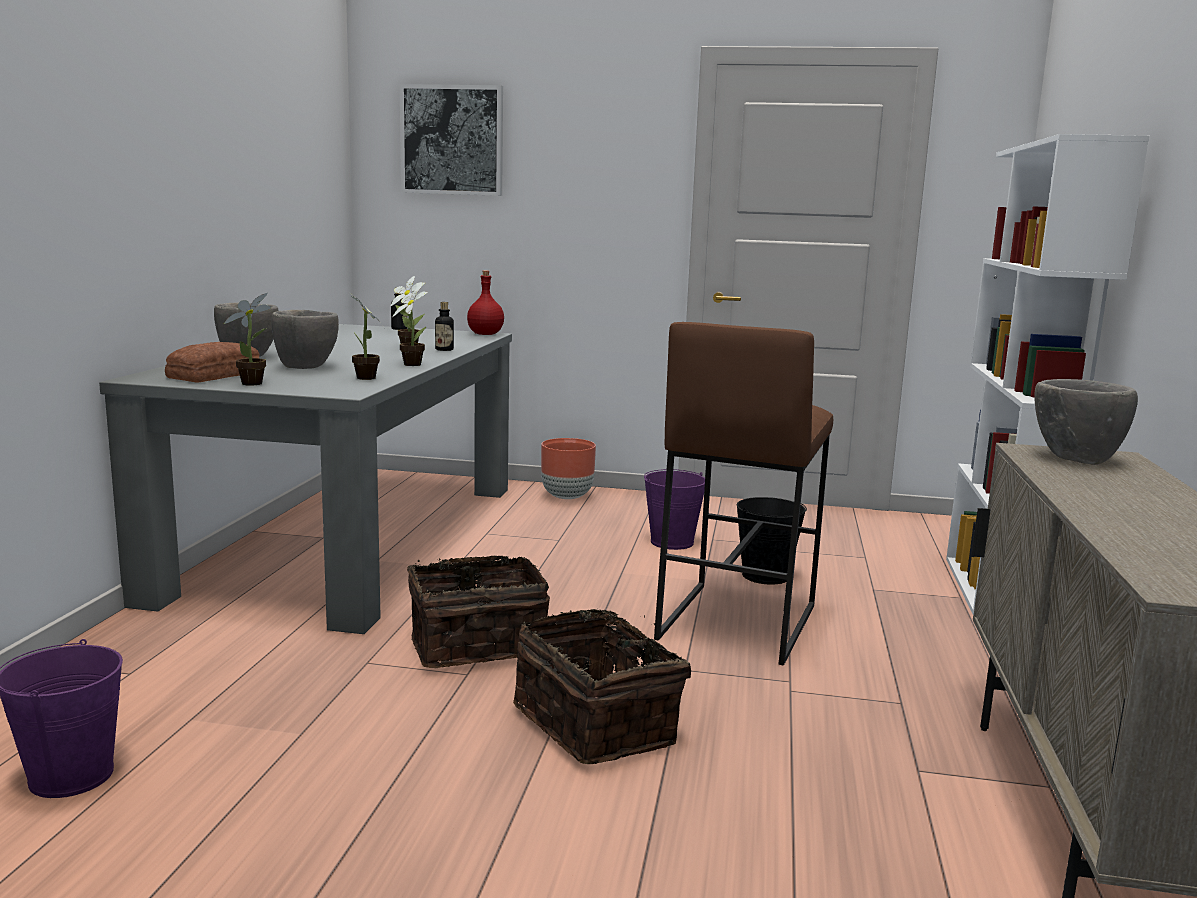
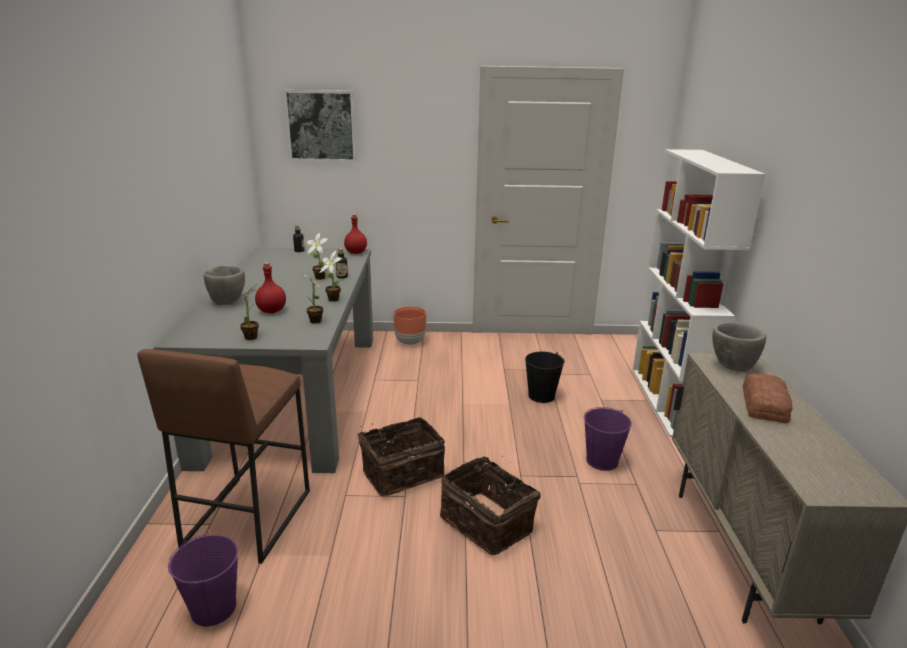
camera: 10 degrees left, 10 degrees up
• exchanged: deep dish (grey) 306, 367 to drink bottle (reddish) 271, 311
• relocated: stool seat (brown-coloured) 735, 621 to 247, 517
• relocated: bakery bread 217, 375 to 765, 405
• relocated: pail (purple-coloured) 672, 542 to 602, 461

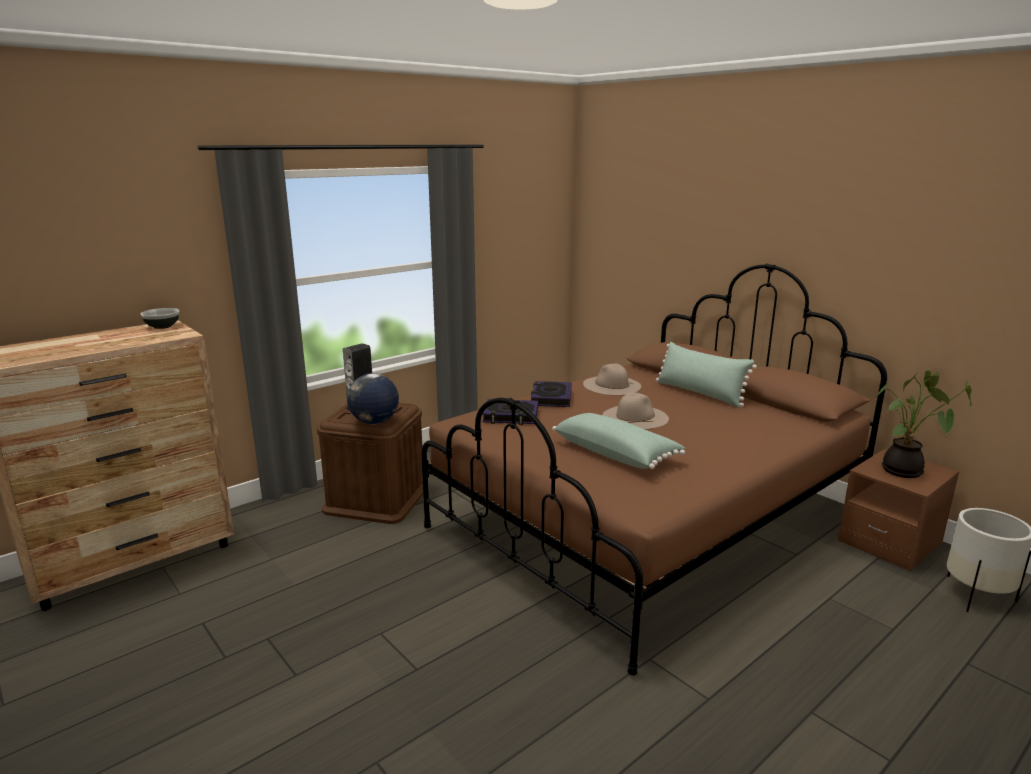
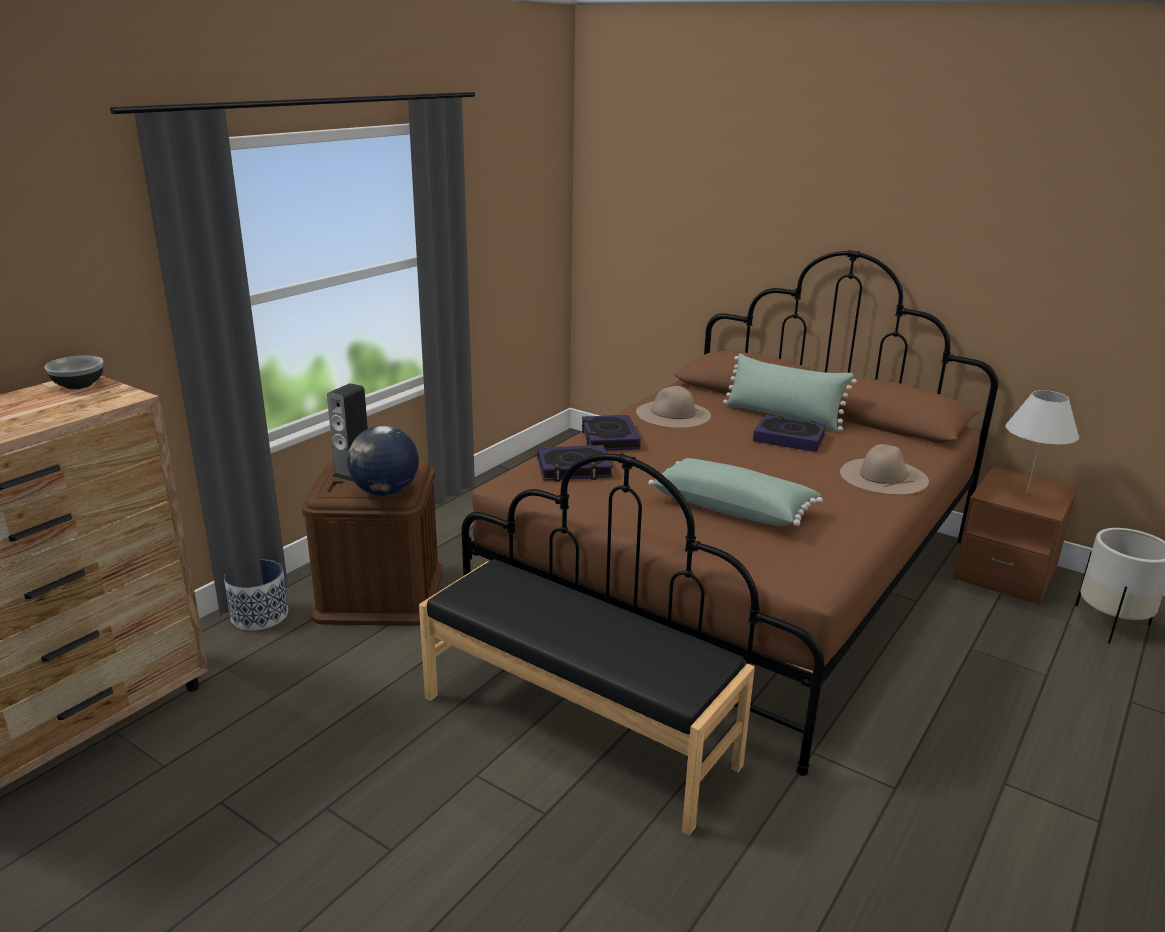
camera: 15 degrees left, 5 degrees up
• exchanged: potted plant 904, 472 to tabletop lamp (white) 1026, 494
• relocated: wearable hat (beige-coloured) 635, 417 to 883, 476
• appeared: volume 789, 438
• appeared: flower pot 259, 616
• appeared: indoor bench (blackish) 578, 729

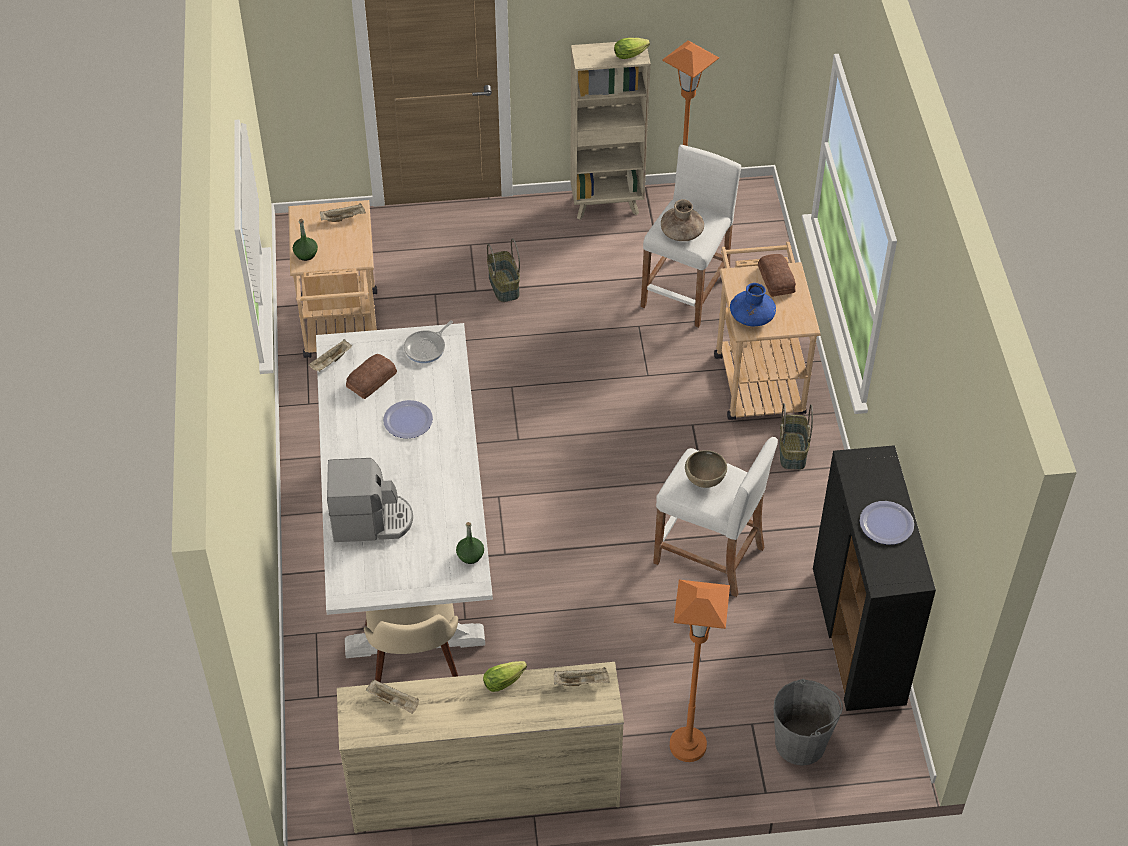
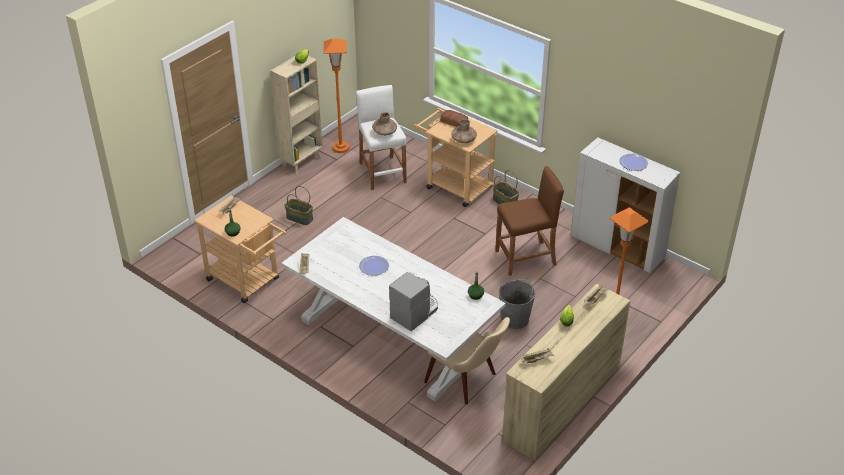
camera: 45 degrees left, 10 degrees down
• colour: vase (bluish) 751, 317 to vase (brown-coloured) 463, 140
• missing: pan 427, 348
• missing: bakery bread 370, 380
• colour: stool seat (white) 709, 555 to stool seat (brown-coloured) 525, 258
• colour: cabinet (blackish) 859, 637 to cabinet (white) 618, 247
• missing: deep dish (brown-coloured) 704, 481
• relocated: pail (grey) 801, 743 to 515, 319

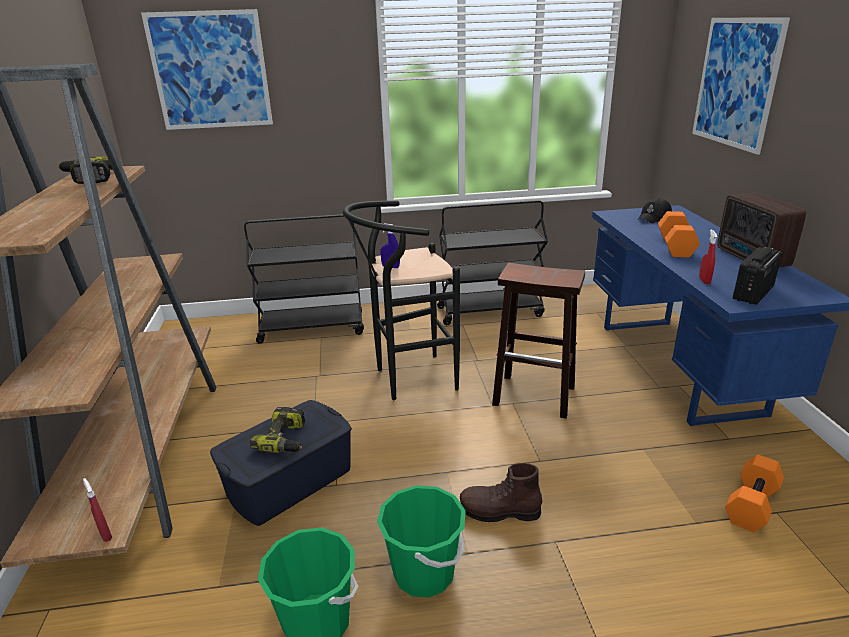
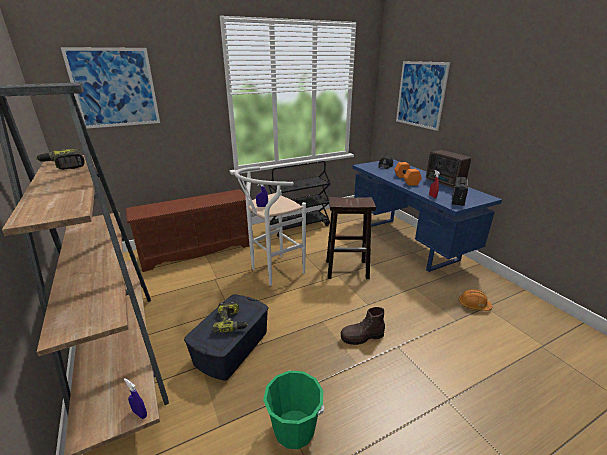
camera: 20 degrees left, 0 degrees up
• colour: stool seat (blackish) 408, 379 to stool seat (white) 273, 272
• exchanged: trolley (blackish) 312, 328 to shoe shelf (brown-coloured) 197, 250
• exchanged: free weight (orangey) 750, 503 to work helmet (orangey) 473, 305
• colour: spray bottle (reddish) 105, 534 to spray bottle (bluish) 140, 413
• missing: pail (green-coloured) 424, 573

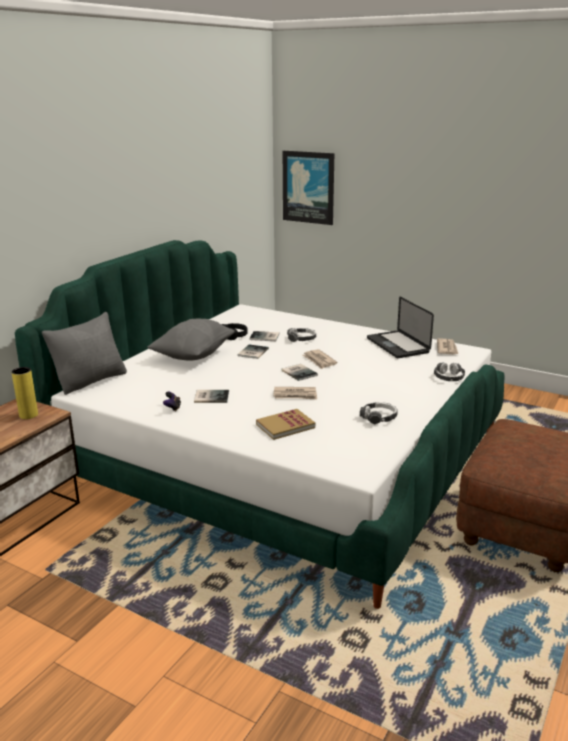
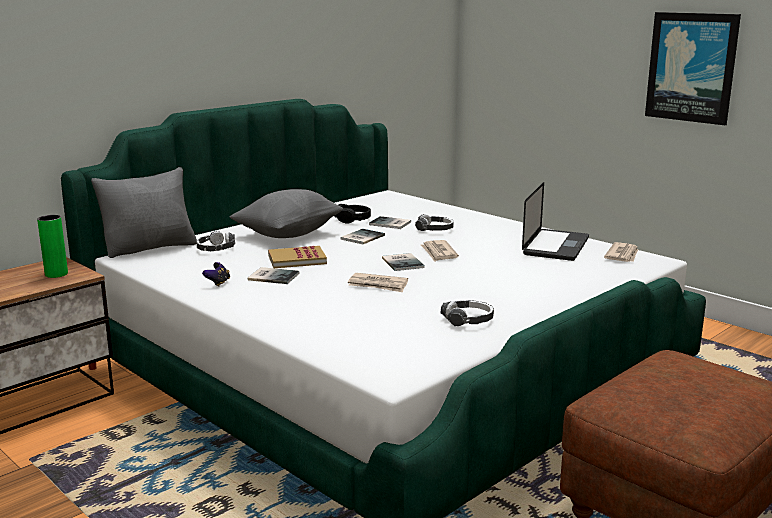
camera: 15 degrees right, 5 degrees down
• relocated: wall art 308, 187 to 691, 67
• spun: notebook computer 397, 345 = 556, 246 150 degrees counterclockwise
• relocated: headphones 449, 377 to 216, 249
• colour: vase (yellow) 28, 415 to vase (green-coloured) 56, 274
• relocated: volume 285, 426 to 297, 259

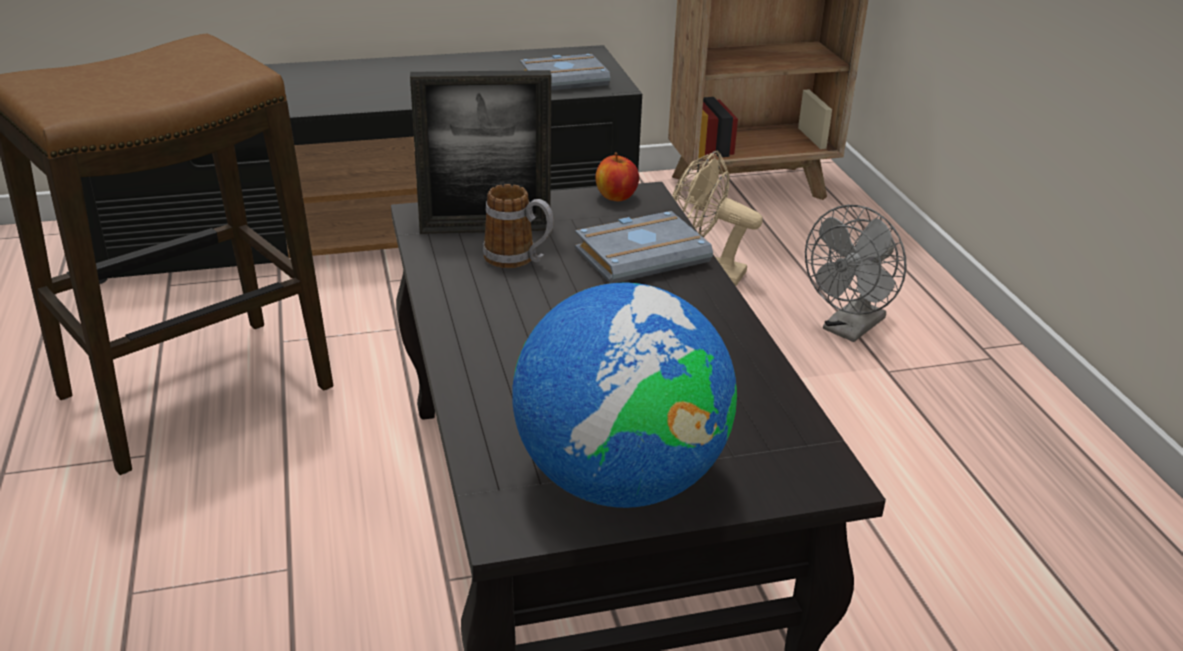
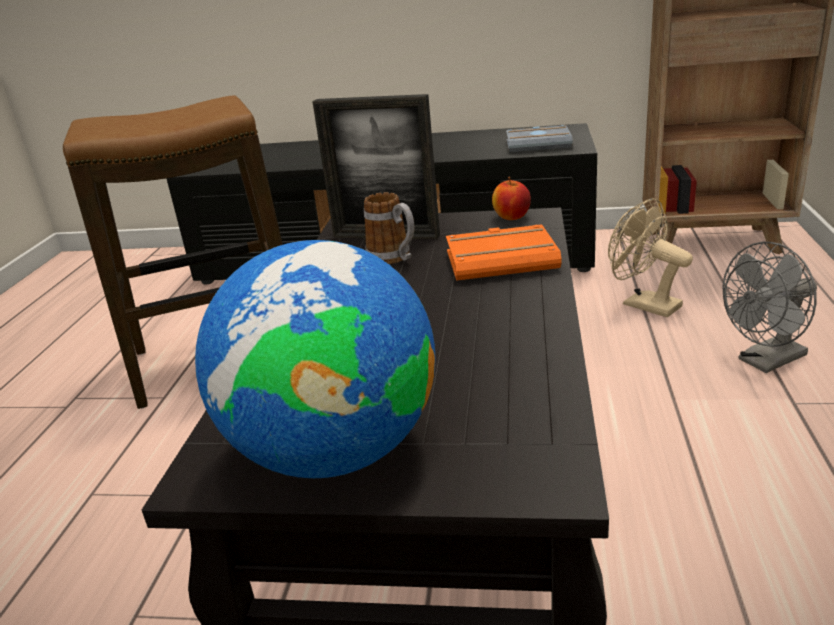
camera: 25 degrees right, 5 degrees down
• colour: volume (grey) 642, 254 to volume (orangey) 503, 260

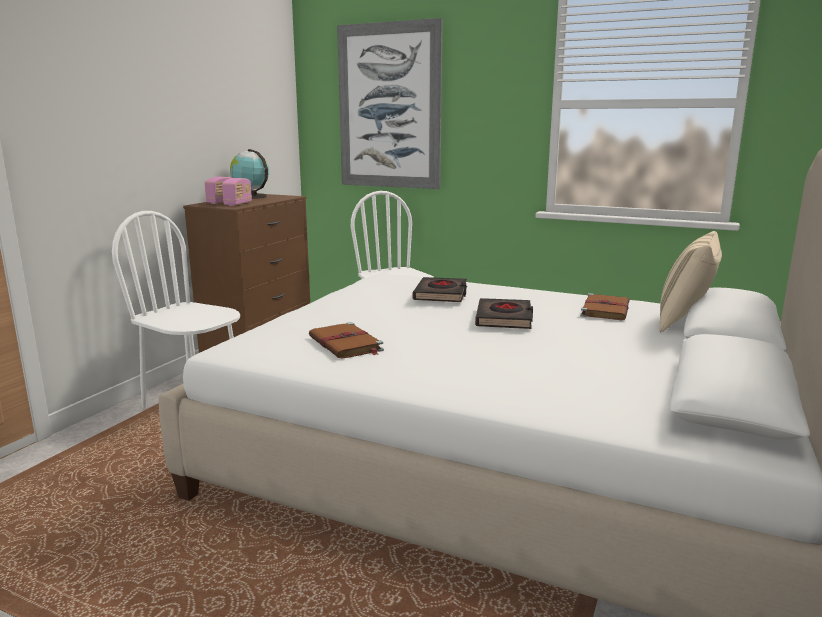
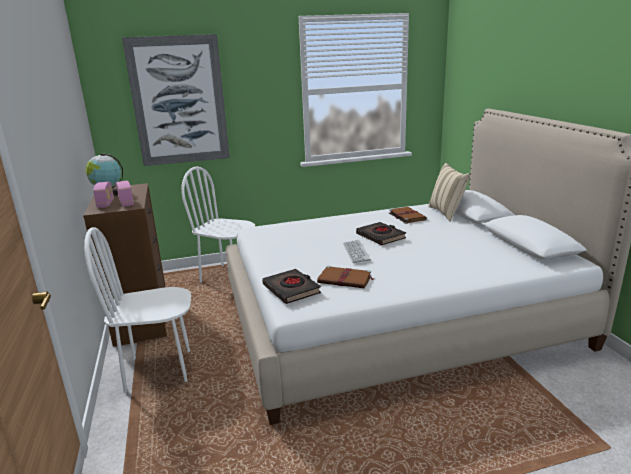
camera: 40 degrees left, 5 degrees up
• relocated: volume (blackish) 441, 294 to 291, 289
• appeared: keyboard 356, 252

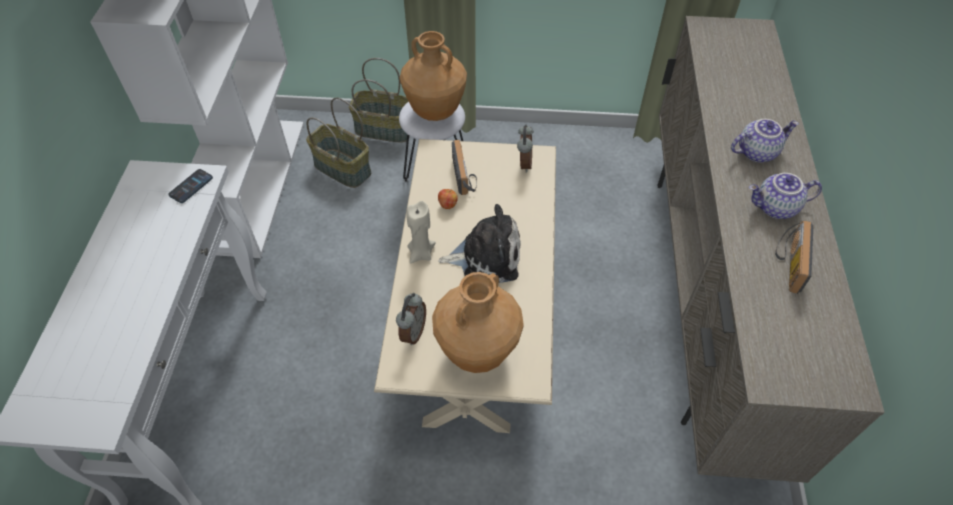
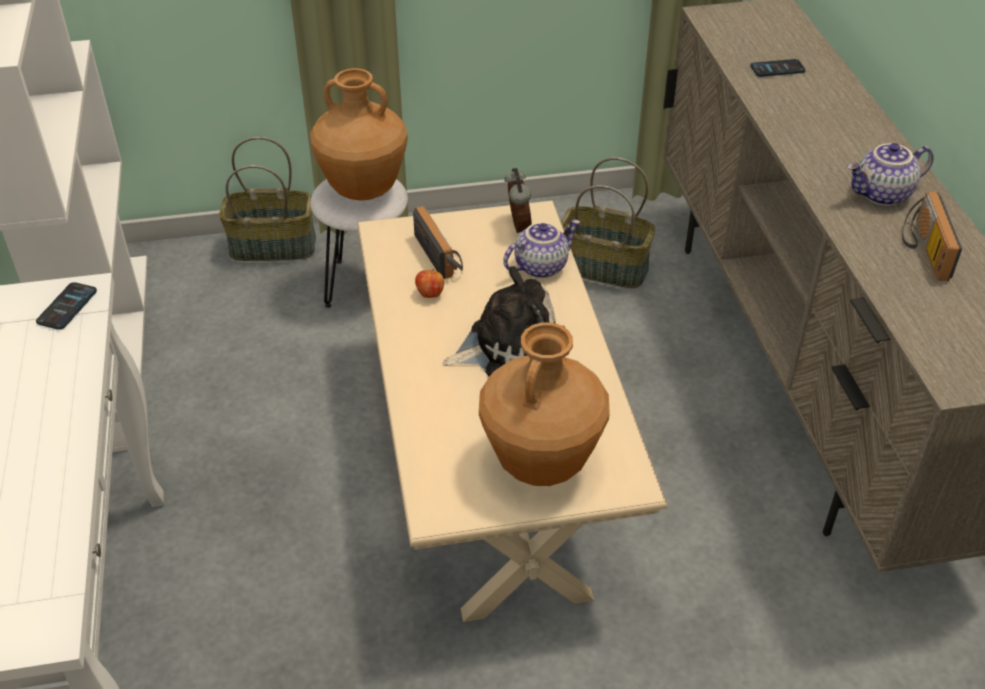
camera: 15 degrees left, 10 degrees down
• relocated: household basket 341, 169 to 602, 268
• relocated: tea pot 756, 151 to 540, 266
• missing: wax candle (beige-coloured) 421, 253
• missing: table clock 412, 332
• appeared: telephone 777, 69

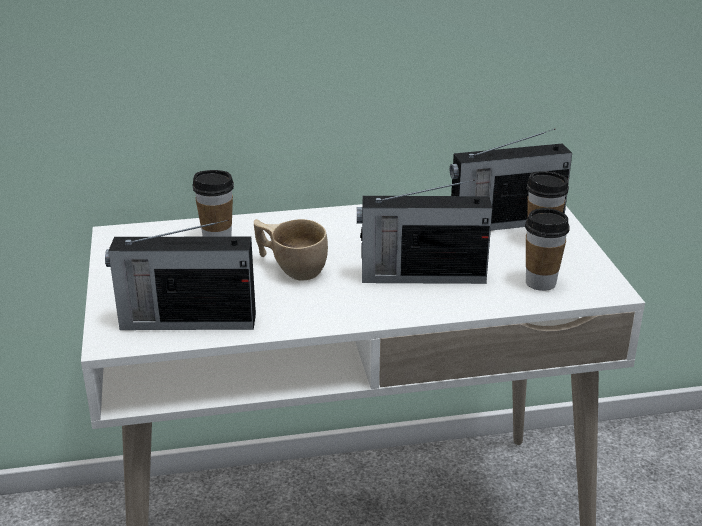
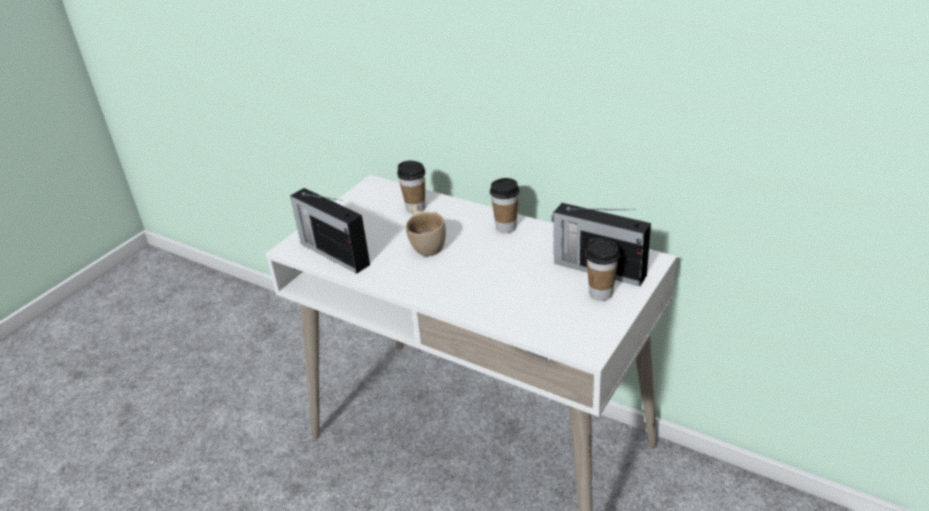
camera: 45 degrees right, 5 degrees up
• missing: radio 420, 276
• relocated: cup 540, 282 to 506, 227

